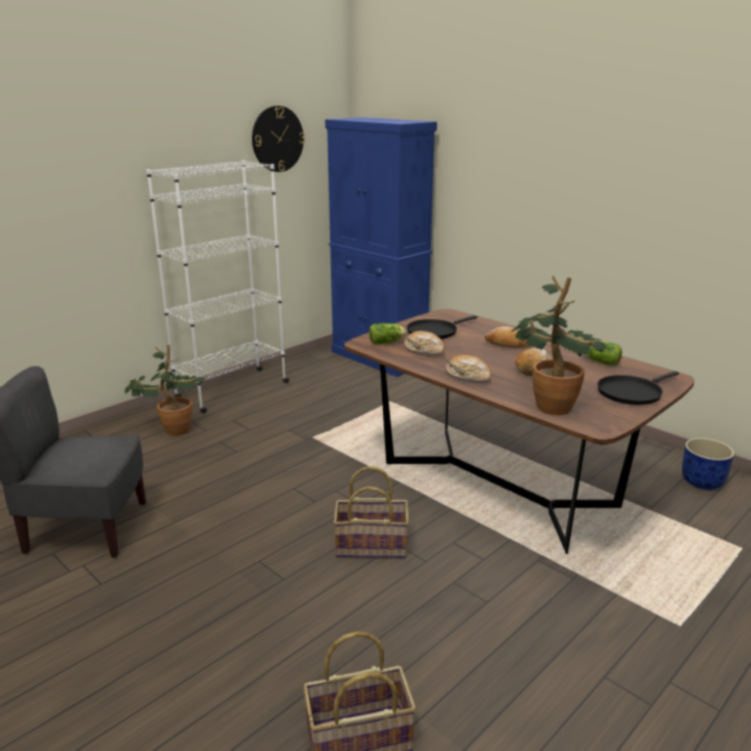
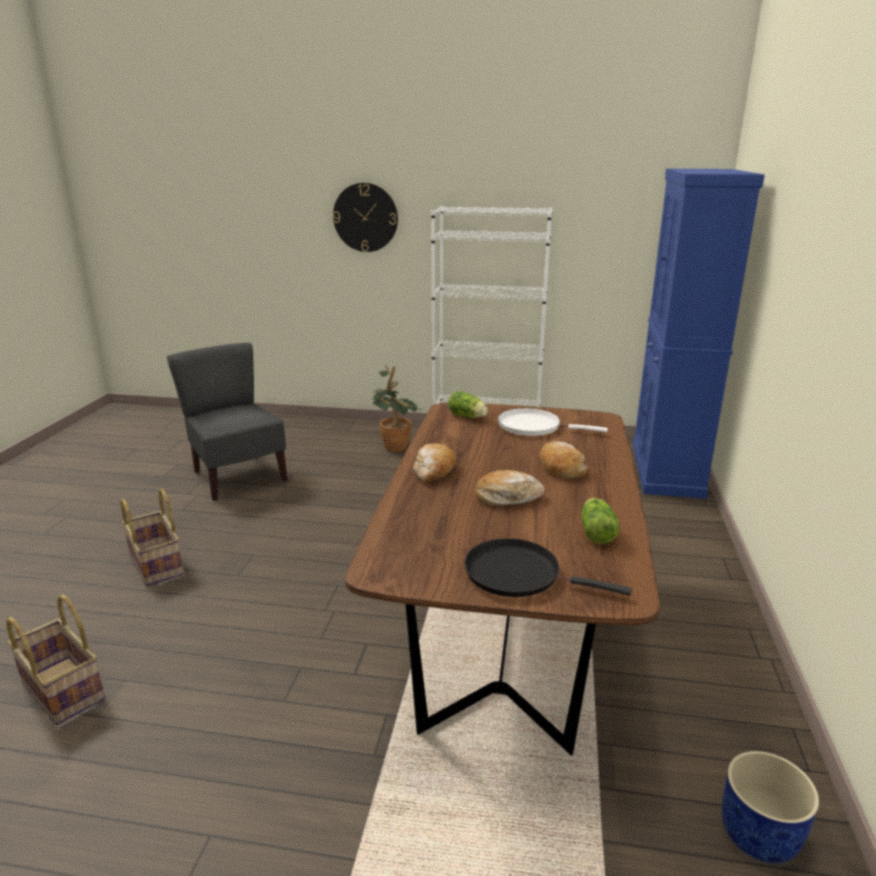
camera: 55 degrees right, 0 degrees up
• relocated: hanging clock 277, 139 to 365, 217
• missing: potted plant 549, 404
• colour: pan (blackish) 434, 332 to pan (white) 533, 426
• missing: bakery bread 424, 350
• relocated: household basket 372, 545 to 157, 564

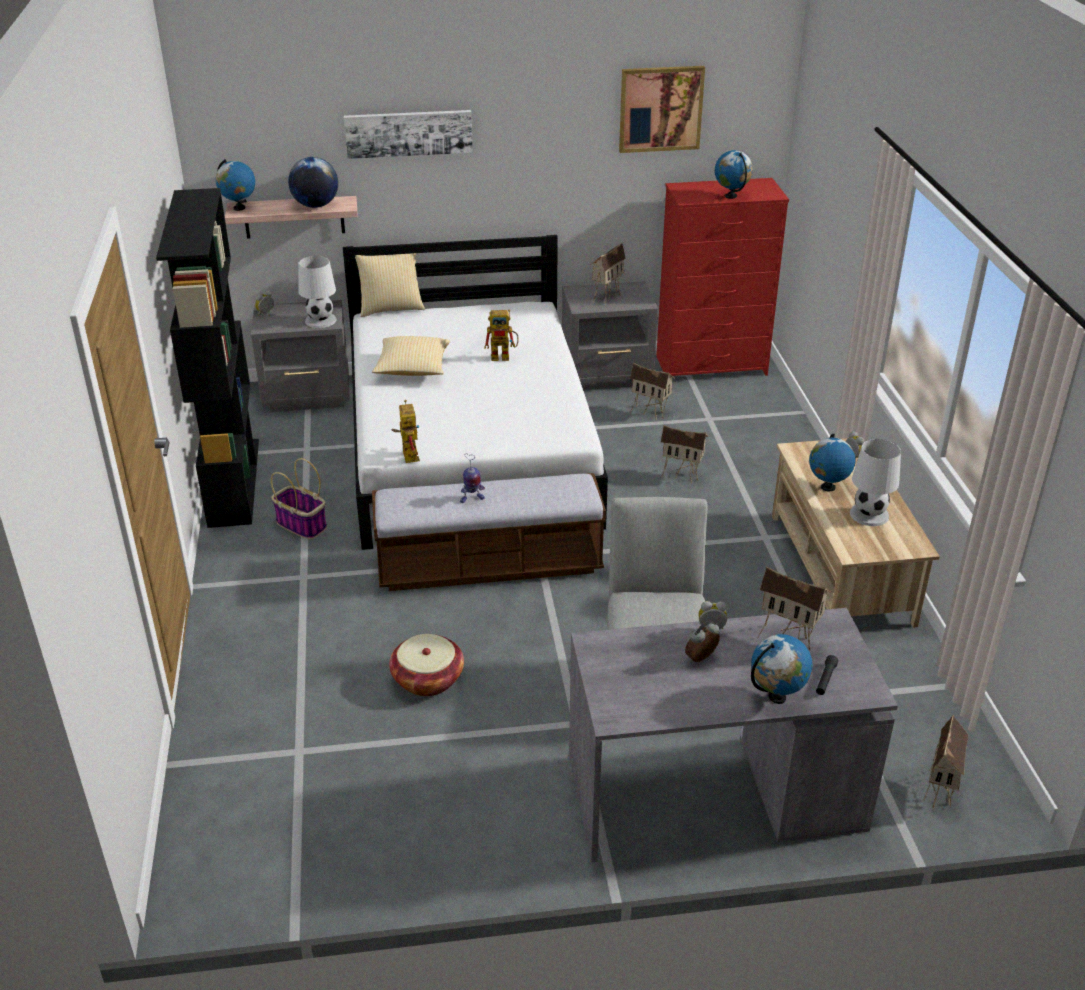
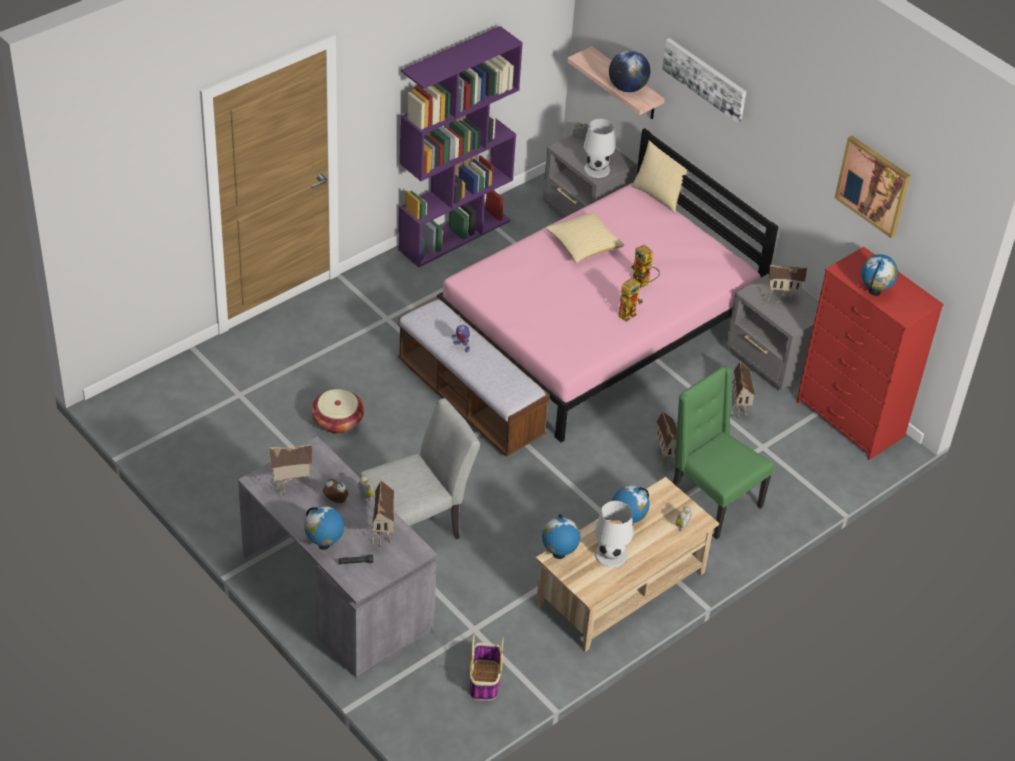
camera: 55 degrees right, 10 degrees up
• relocated: world globe 239, 208 to 558, 554
• colour: bookcase (blackish) 233, 481 to bookcase (purple-coloured) 454, 234
• colour: sleeping bed (white) 470, 447 to sleeping bed (pink) 599, 329
• relocated: robot figure 408, 454 to 628, 312
• relocated: household basket 302, 525 to 485, 681
• relocated: miniature house 940, 792 to 292, 488
• appeared: upright chair (green-coloured) 711, 501

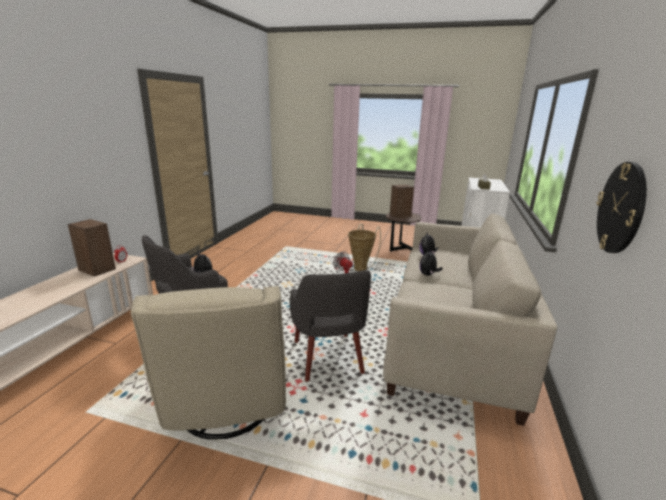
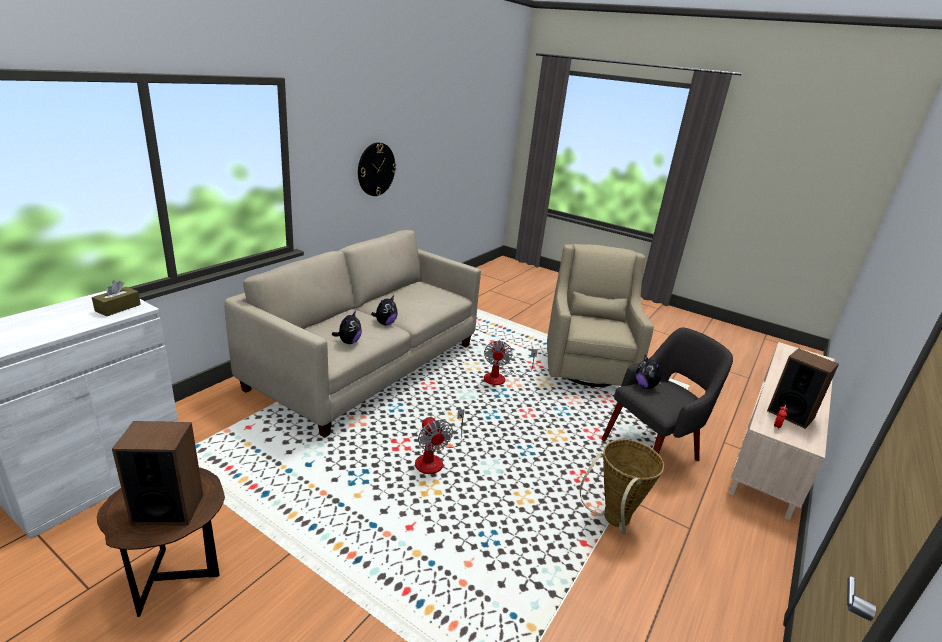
camera: 165 degrees left, 5 degrees up
• relocated: household basket 361, 268 to 612, 521
• exchanged: lounge chair (grey) 328, 358 to cooling fan 501, 377

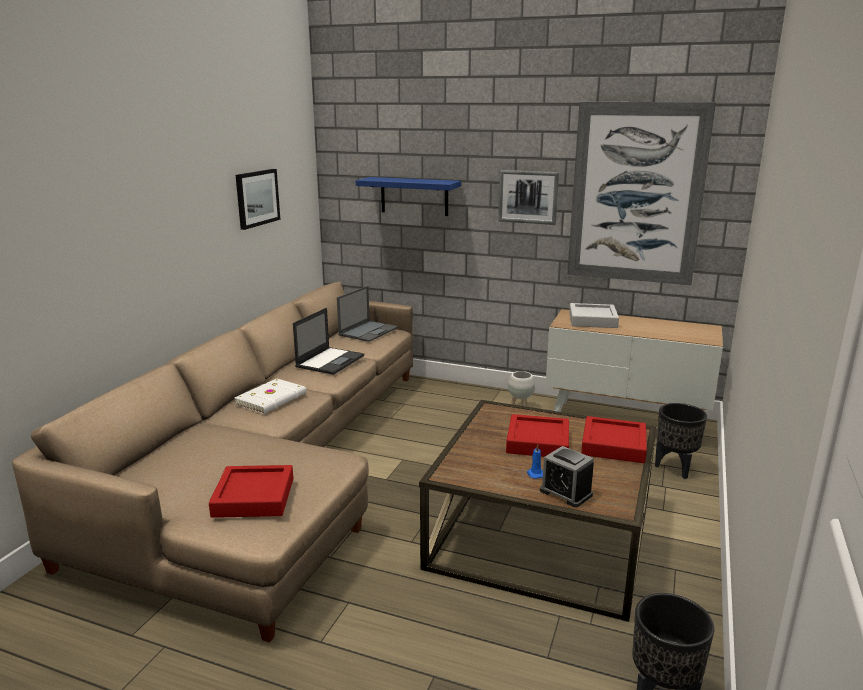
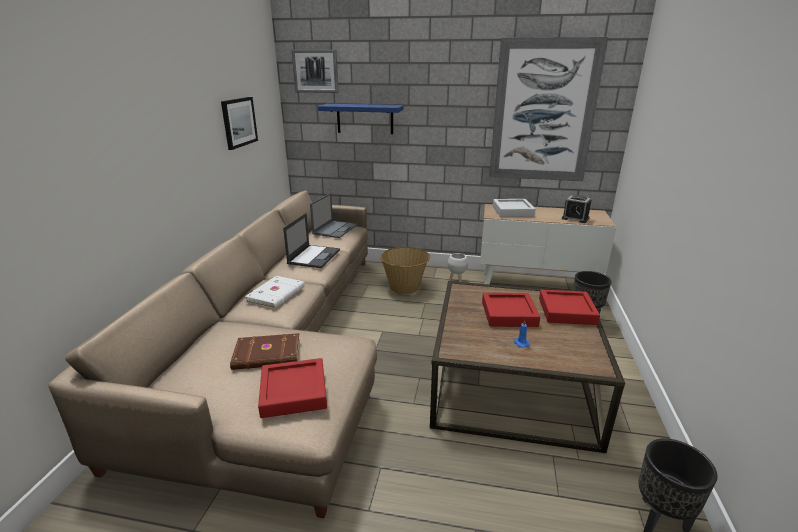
camera: 10 degrees left, 5 degrees up
• relocated: wall art 528, 197 to 315, 71
• relocated: table clock 566, 493 to 575, 218
• appeared: household basket 405, 287
• appeared: volume (brown-coloured) 267, 355

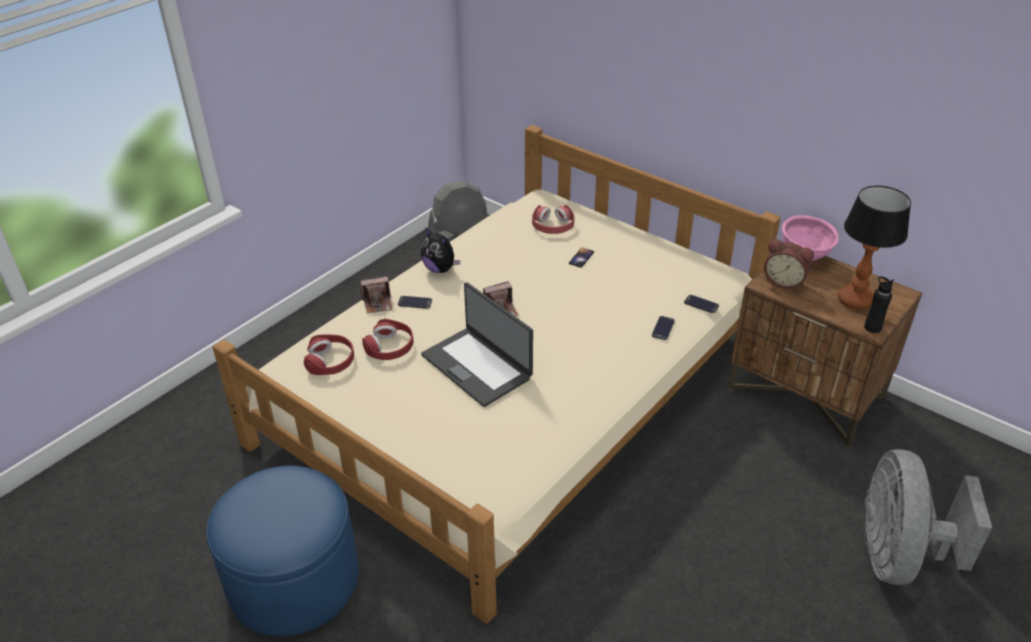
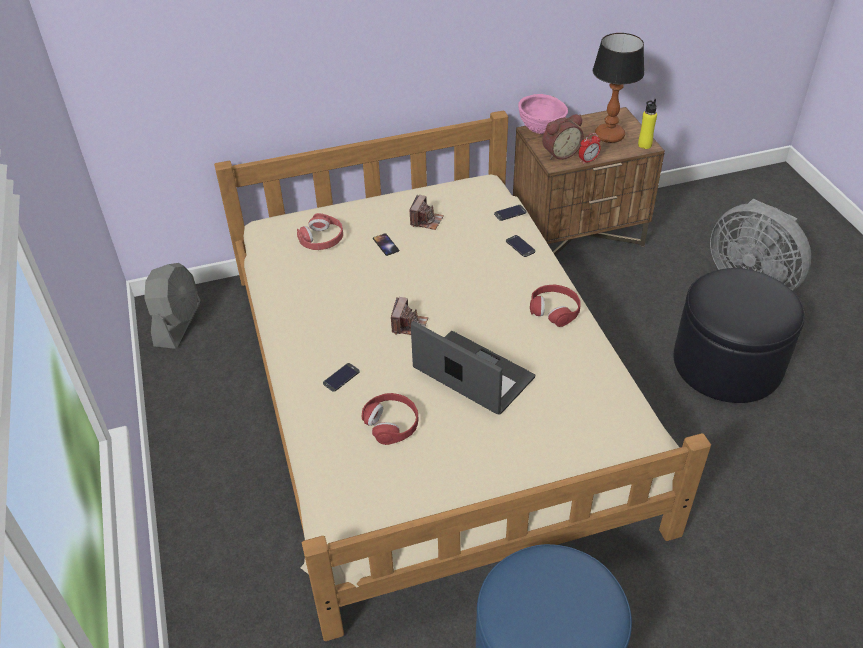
camera: 55 degrees left, 5 degrees up
• missing: cuddly toy 440, 269
• relocated: still camera 378, 303 to 426, 221
• colour: drink bottle (blackish) 872, 327 to drink bottle (yellow) 644, 145
• spun: notebook computer 477, 366 = 472, 374 135 degrees counterclockwise
• relocated: headphones (reddish) 330, 361 to 554, 310
• appeared: table clock 588, 160
• appeared: footrest (blackish) 727, 363

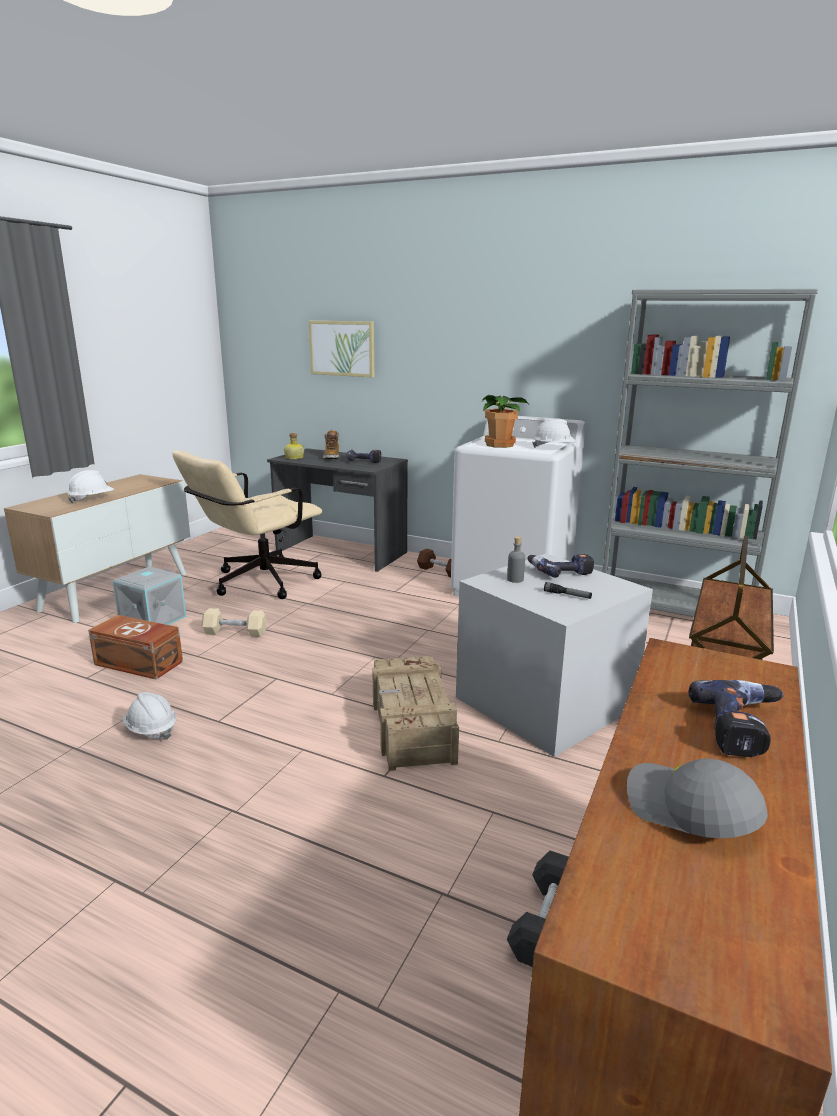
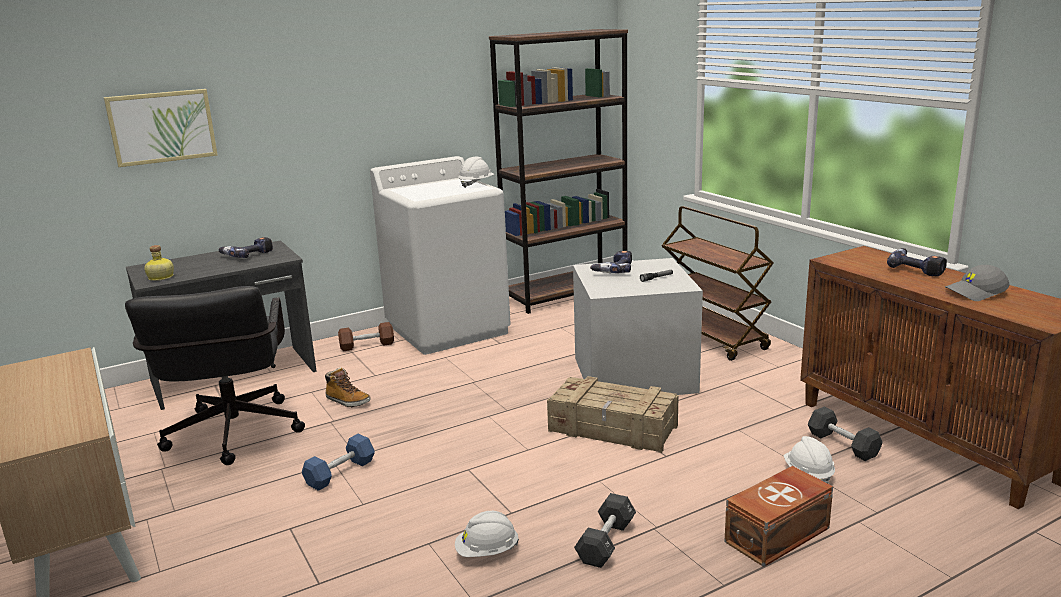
camera: 55 degrees left, 0 degrees up
• colour: bookcase (grey) 674, 610 to bookcase (brown-coloured) 566, 294
• missing: potted plant 500, 444
• relocated: boot 331, 457 to 347, 401
• colour: computer chair (beige-coloured) 256, 584 to computer chair (blackish) 233, 438
• relocated: work helmet (white) 92, 499 to 808, 474
• missing: drink bottle (grey) 515, 579
• missing: storage bin (grey) 152, 619
• colour: free weight (beige-coloured) 235, 632 to free weight (bluish) 340, 473
• relocated: storage bin (brown-coloured) 138, 664 to 779, 535
• appeared: free weight (blackish) 606, 542

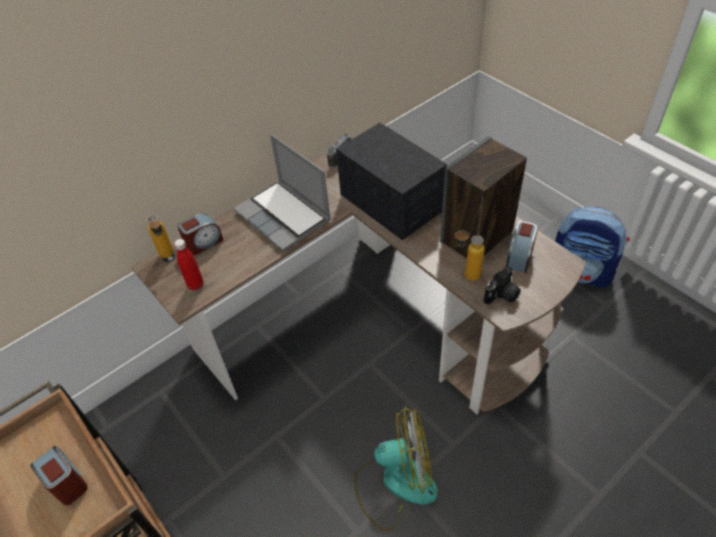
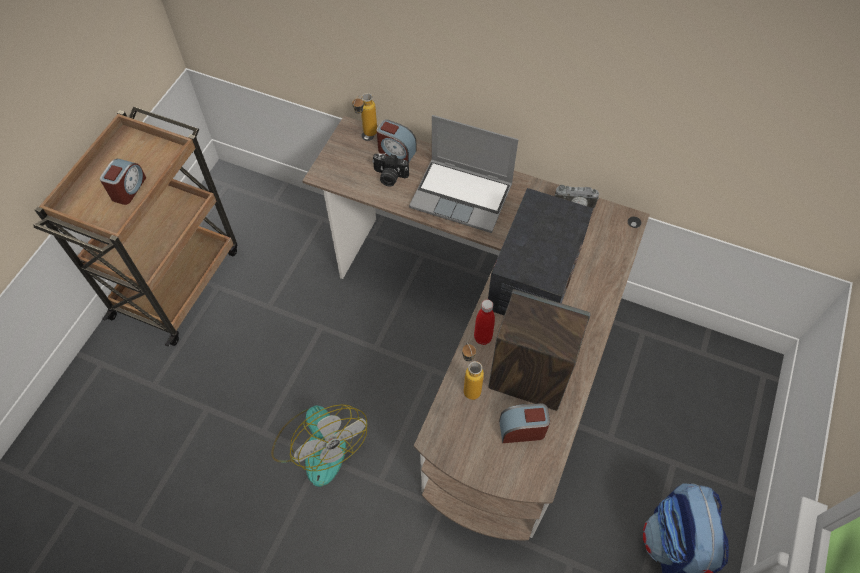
camera: 60 degrees right, 10 degrees up
• spun: notebook computer 284, 216 = 463, 196 90 degrees counterclockwise
• relocated: drink bottle (reddish) 195, 284 to 483, 338
• relocated: still camera 502, 295 to 389, 177

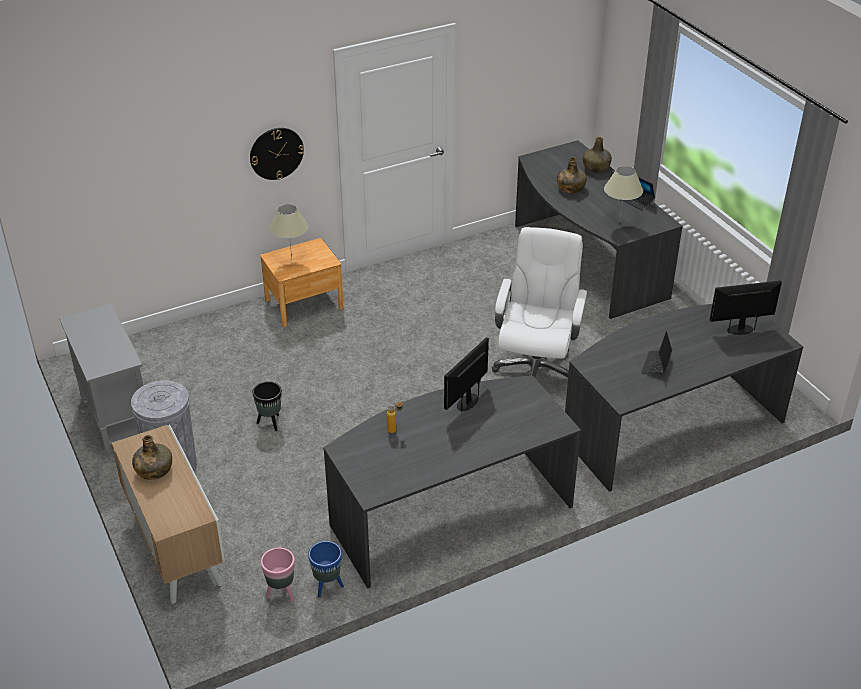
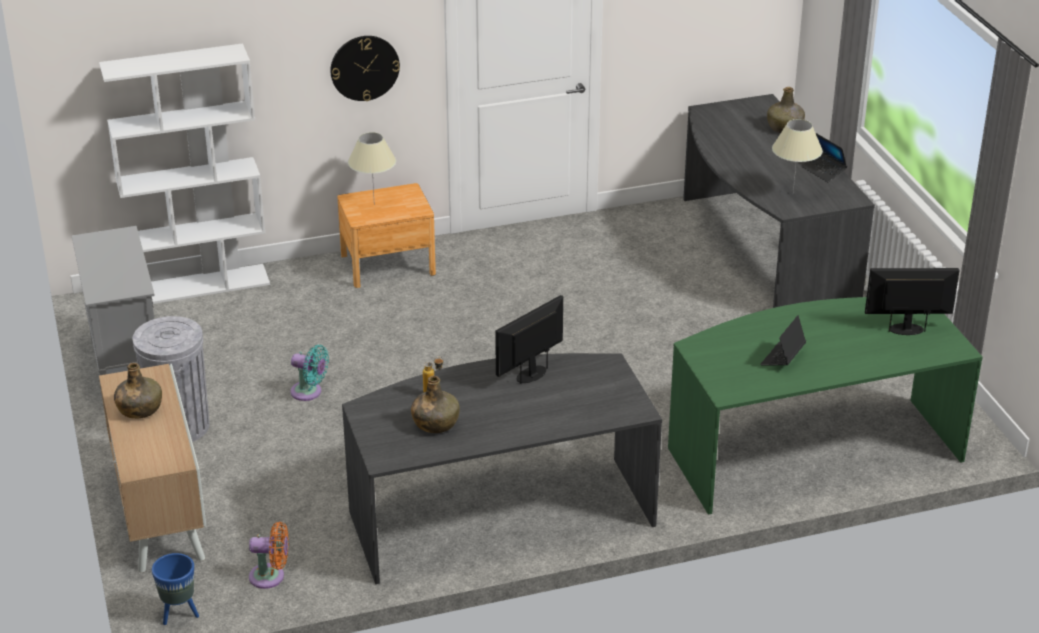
camera: 10 degrees right, 5 degrees down
• relocated: drink bottle (green-coloured) 570, 188 to 435, 423
• missing: computer chair (white) 535, 368
• colour: desk (grey) 670, 426 to desk (green-coloured) 811, 449
• exchanged: flower pot (blackish) 270, 423 to cooling fan (blue-green) 309, 392
• relocated: flower pot (bluish) 327, 586 to 179, 614
• exchanged: flower pot (pink) 281, 593 to cooling fan (orangey) 270, 576
• appeared: bookcase (white) 201, 285

